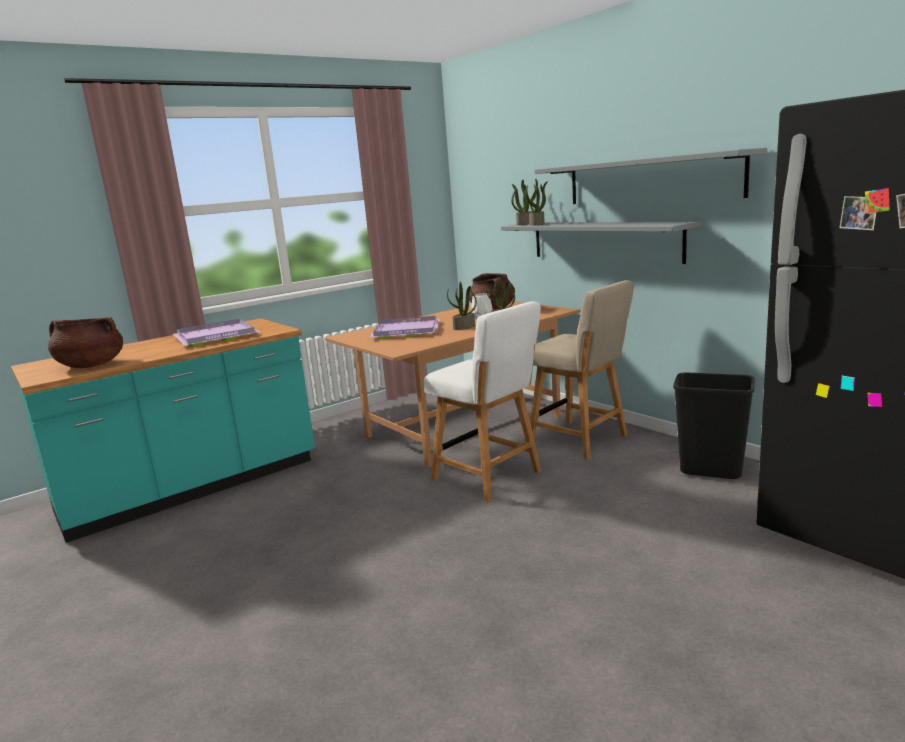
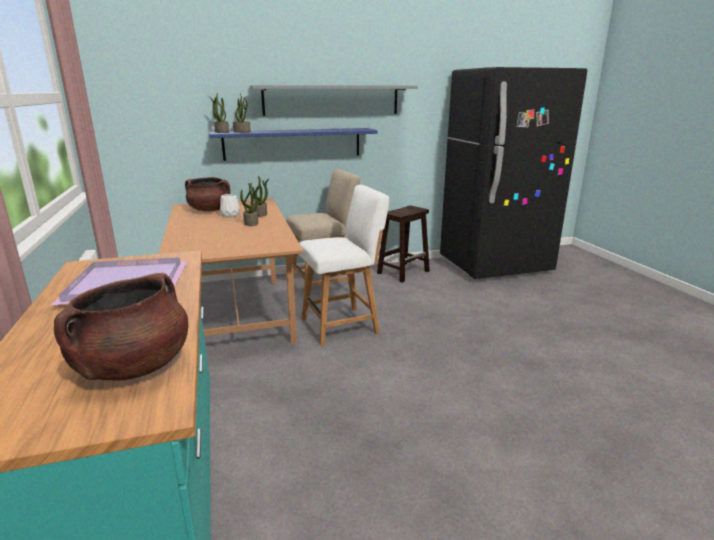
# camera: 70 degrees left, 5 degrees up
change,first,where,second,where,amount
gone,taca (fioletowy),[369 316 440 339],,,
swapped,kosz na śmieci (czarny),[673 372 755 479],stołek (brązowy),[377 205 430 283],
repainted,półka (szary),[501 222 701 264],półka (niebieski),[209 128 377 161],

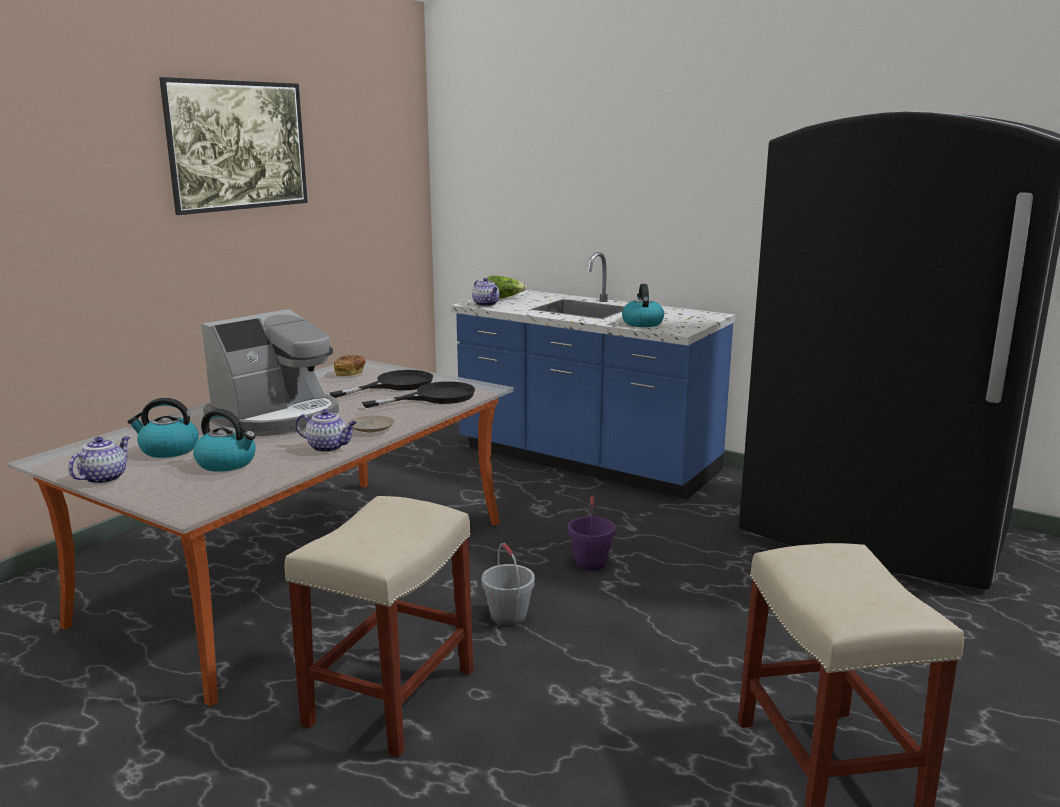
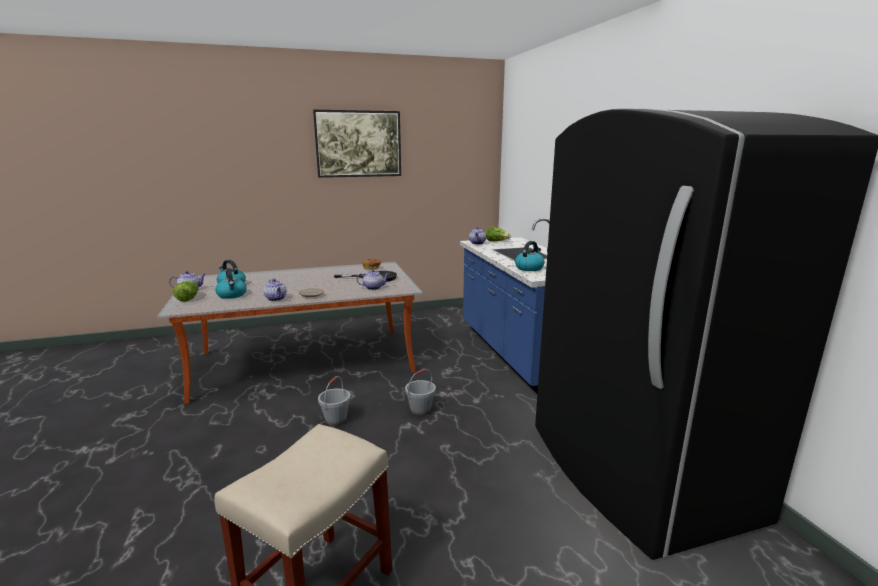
# camera: 40 degrees right, 0 degrees up
change,first,where,second,where,amount
gone,ekspres do kawy,[201 309 339 436],,,
gone,stołek (beżowy),[284 496 474 757],,,
new,,,sałata,[173 281 198 302],
swapped,patelnia (czarny),[362 381 475 408],imbryk,[356 269 389 290],
repainted,wiadro (fioletowy),[568 496 616 570],wiadro (szary),[405 369 436 416],

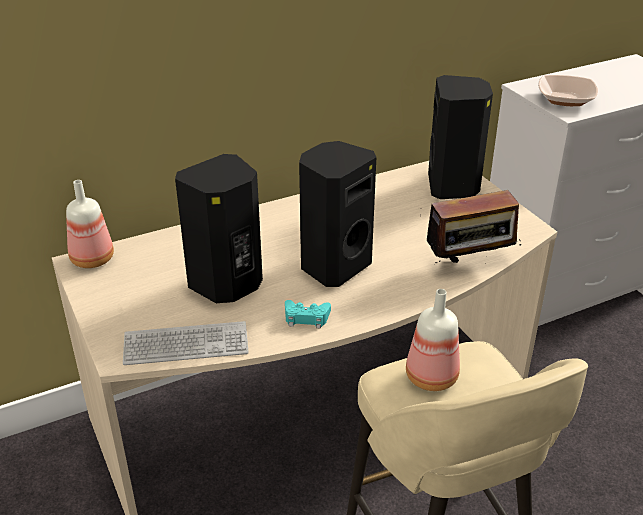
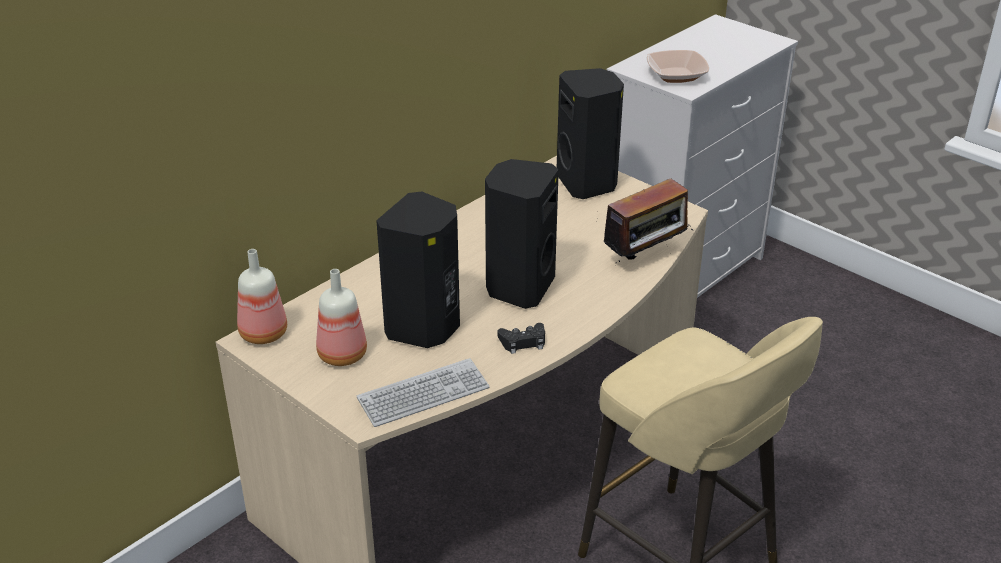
# camera: 20 degrees left, 0 degrees up
change,first,where,second,where,amount
shifted,butelka,[406 289 460 391],,[316 269 367 366],
repainted,pad do gier (turkusowy),[285 300 331 329],pad do gier (czarny),[498 323 545 354],

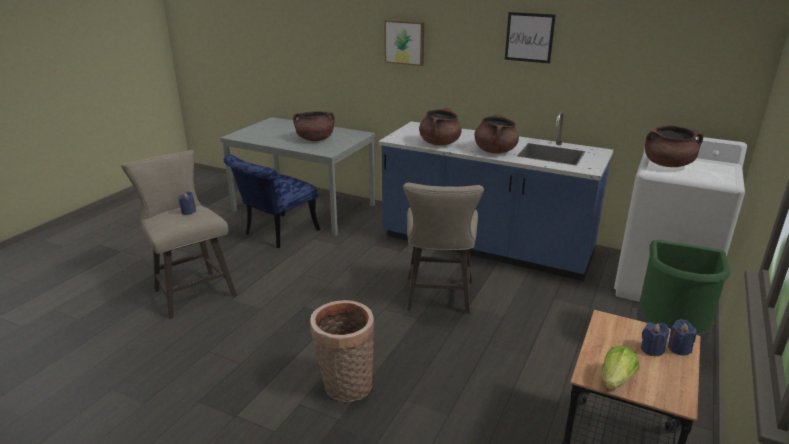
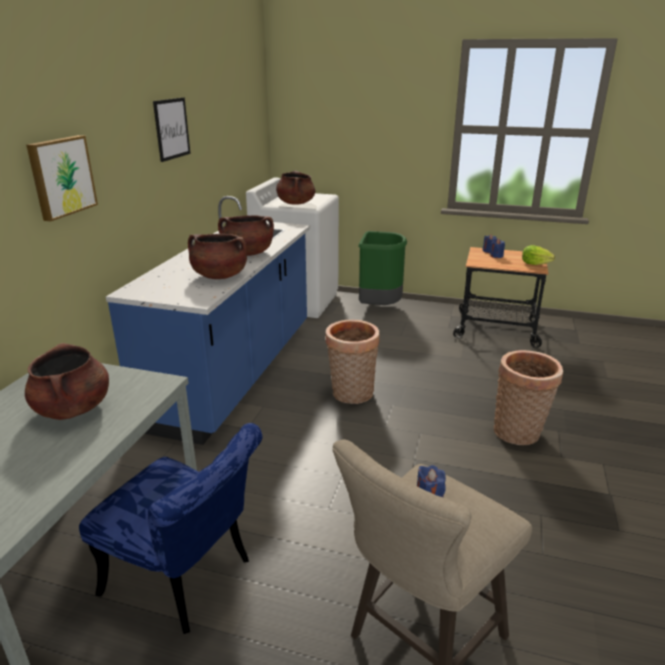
# camera: 100 degrees left, 0 degrees up
change,first,where,second,where,amount
swapped,stołek (beżowy),[403 183 484 314],koszyk,[325 320 380 404],

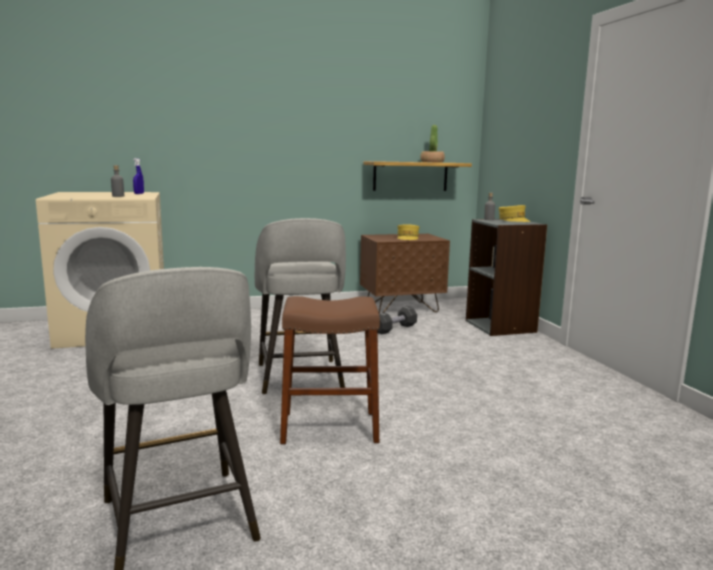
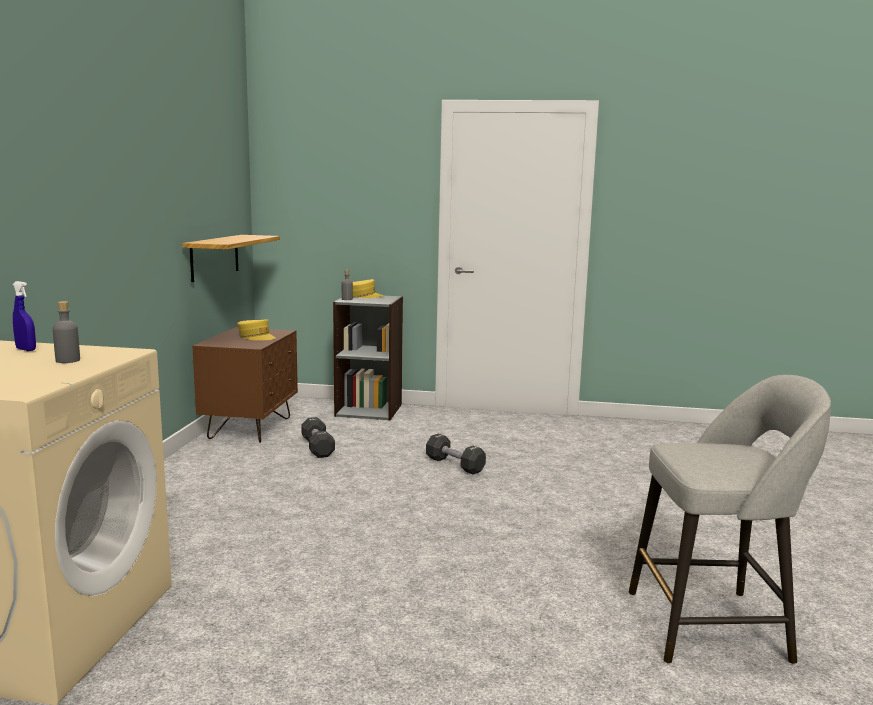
# camera: 65 degrees left, 0 degrees up
change,first,where,second,where,amount
gone,stołek (szary),[255 218 346 394],,,
gone,stołek (brązowy),[280 296 380 444],,,
gone,roślina doniczkowa,[420 125 445 163],,,
new,,,hantel (czarny),[426 434 486 475],

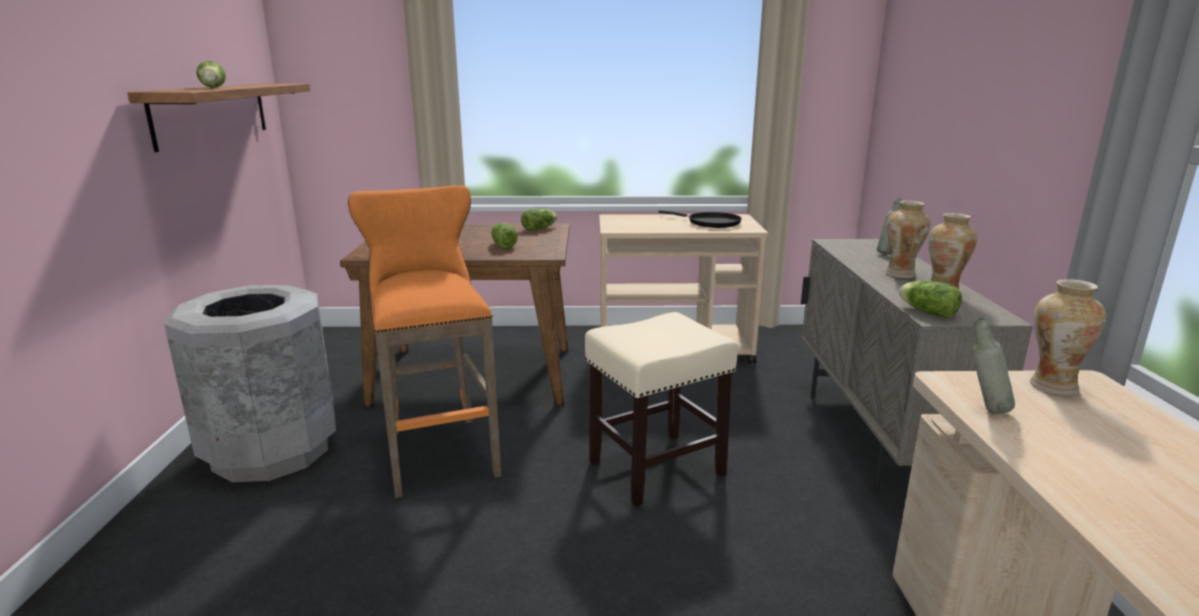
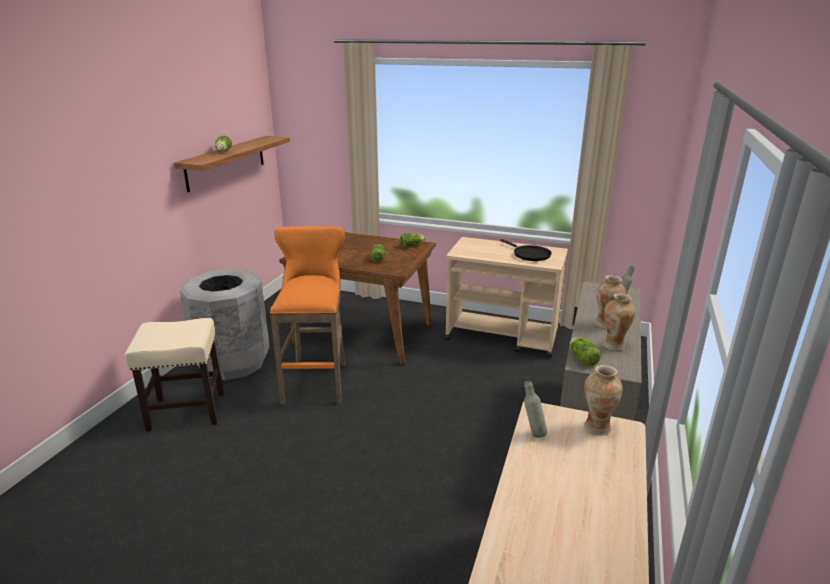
# camera: 20 degrees right, 5 degrees up
change,first,where,second,where,amount
shifted,stołek (beżowy),[585 312 738 507],,[125 318 224 432],

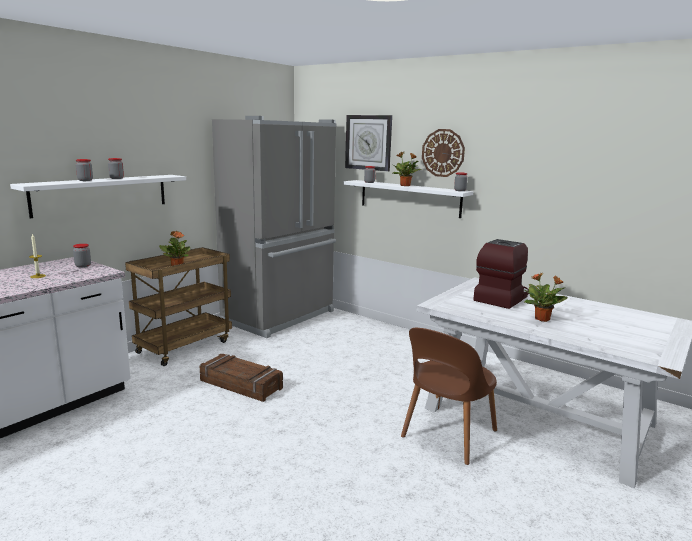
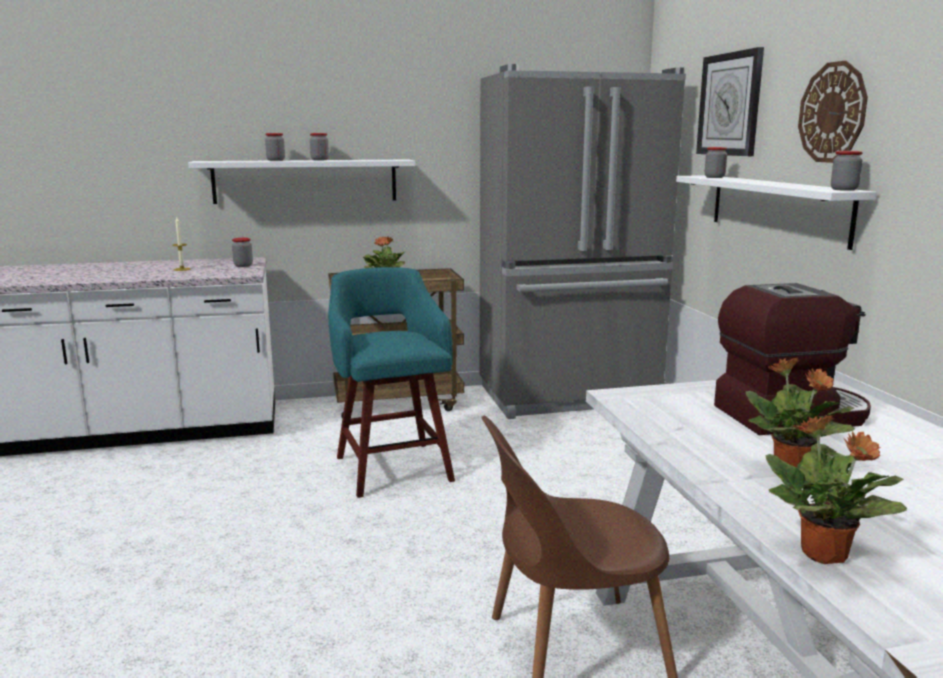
# camera: 40 degrees right, 0 degrees up
change,first,where,second,where,amount
shifted,roślina doniczkowa,[392 152 421 186],,[765 415 907 564],
swapped,skrzynka,[200 354 283 402],stołek (turkusowy),[328 267 455 498],

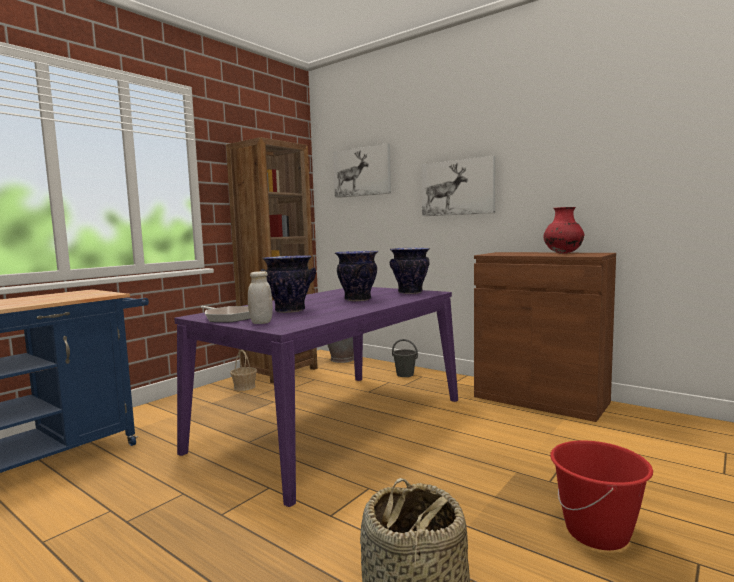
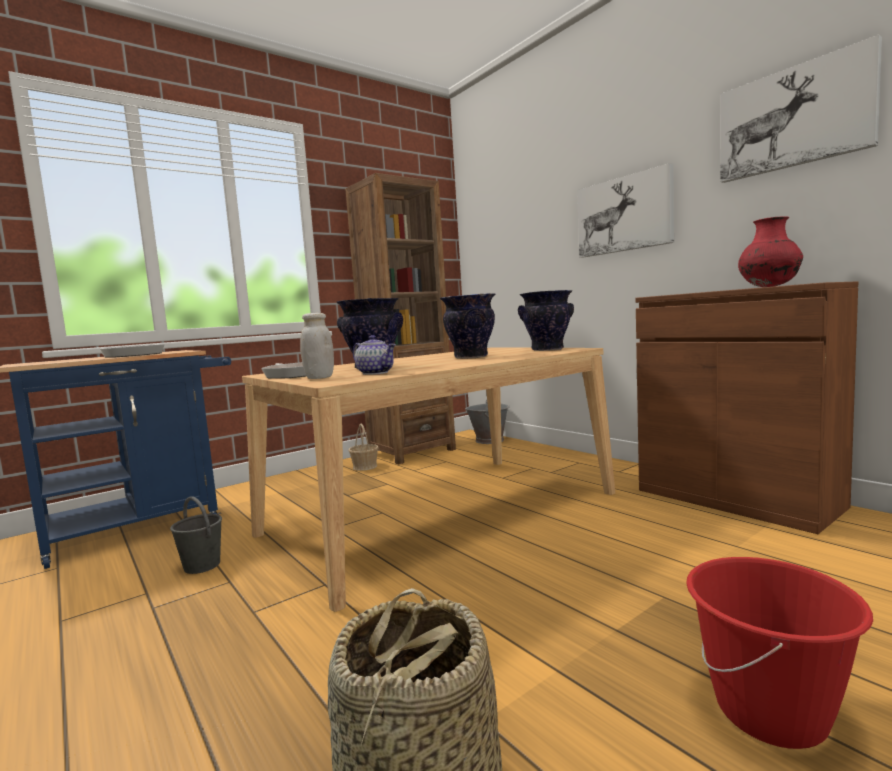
# camera: 15 degrees right, 0 degrees up
change,first,where,second,where,amount
new,,,patelnia,[99 344 165 358],
new,,,imbryk,[353 335 396 375],
shifted,obraz,[333 143 391 198],,[720 34 882 183],
shifted,wiadro (szary),[392 339 418 377],,[170 496 222 574],
repainted,stół jadalny (fioletowy),[174 287 458 507],stół jadalny (beżowy),[242 347 615 612],

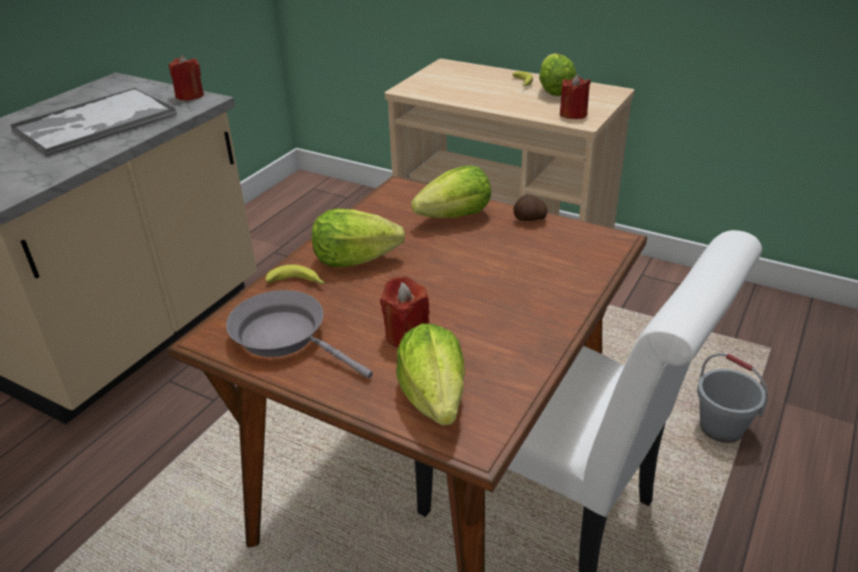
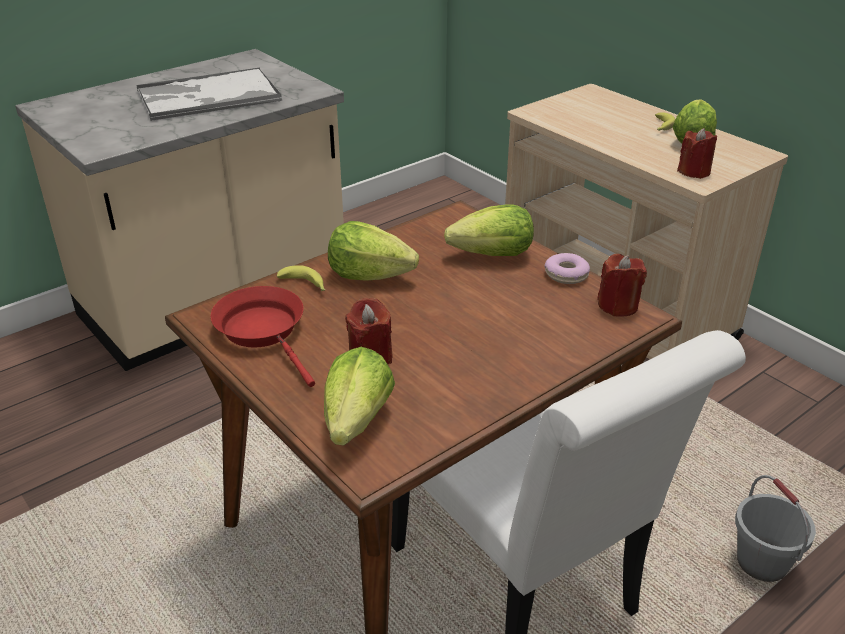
# camera: 20 degrees right, 0 degrees up
change,first,where,second,where,amount
shifted,świeca (czerwony),[169 55 204 101],,[597 254 647 317],
swapped,ziemniak,[514 195 548 221],donut,[545 253 590 284],
repainted,patelnia (szary),[226 290 373 378],patelnia (czerwony),[210 286 315 387],

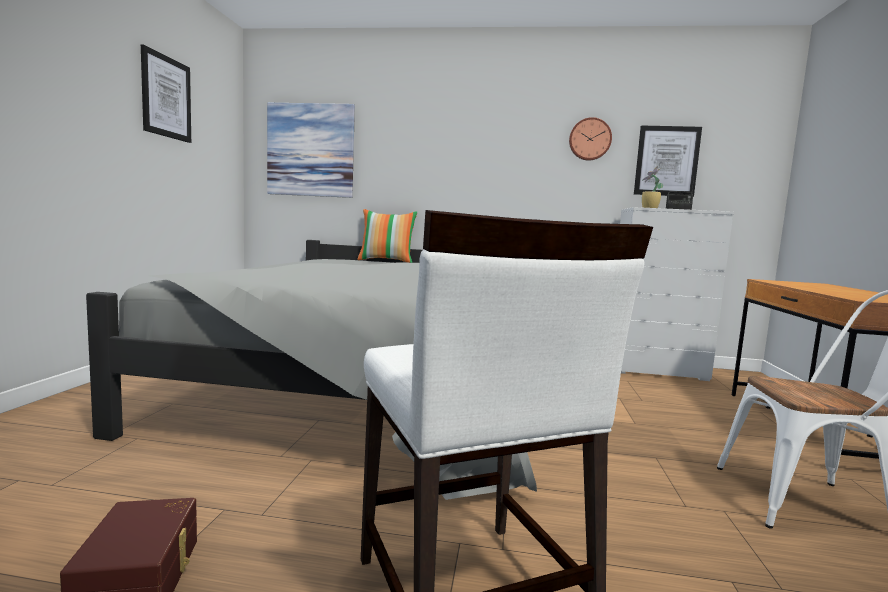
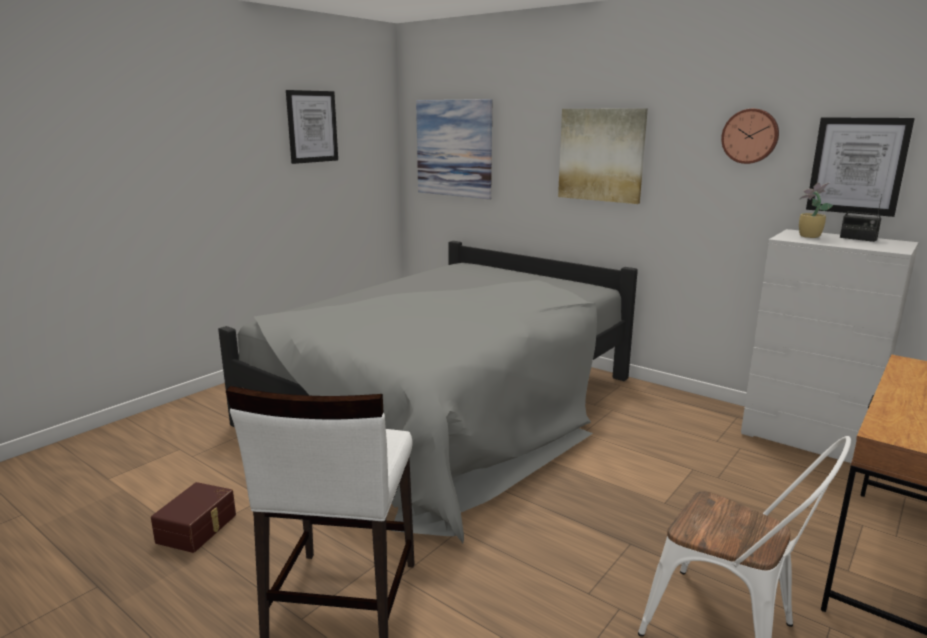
# camera: 30 degrees right, 10 degrees up
change,first,where,second,where,amount
gone,poduszka,[358 209 417 263],,,
new,,,obraz,[558 109 648 204],

